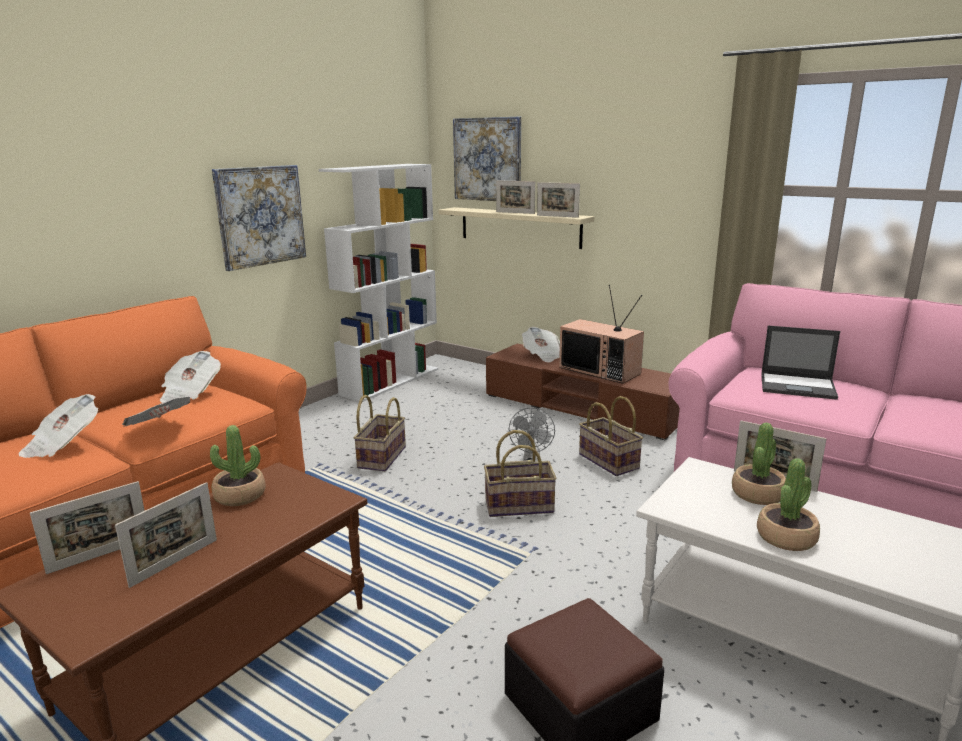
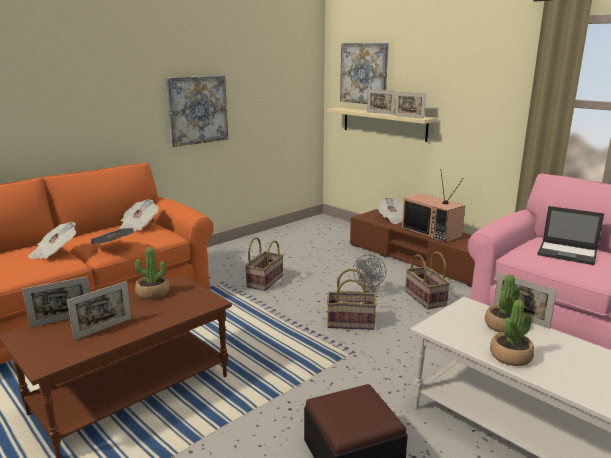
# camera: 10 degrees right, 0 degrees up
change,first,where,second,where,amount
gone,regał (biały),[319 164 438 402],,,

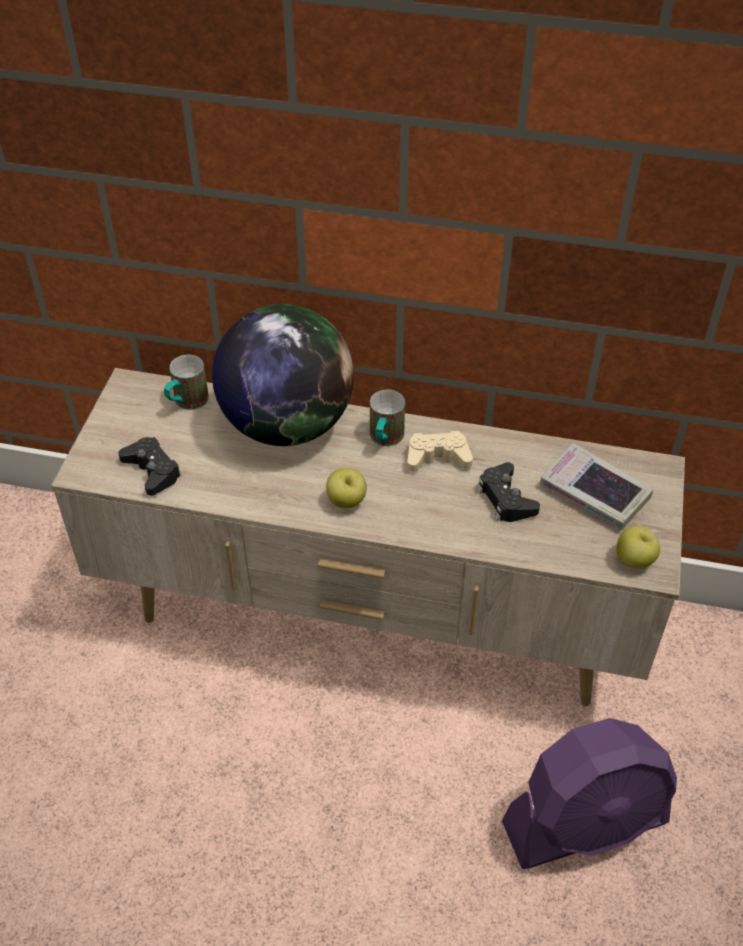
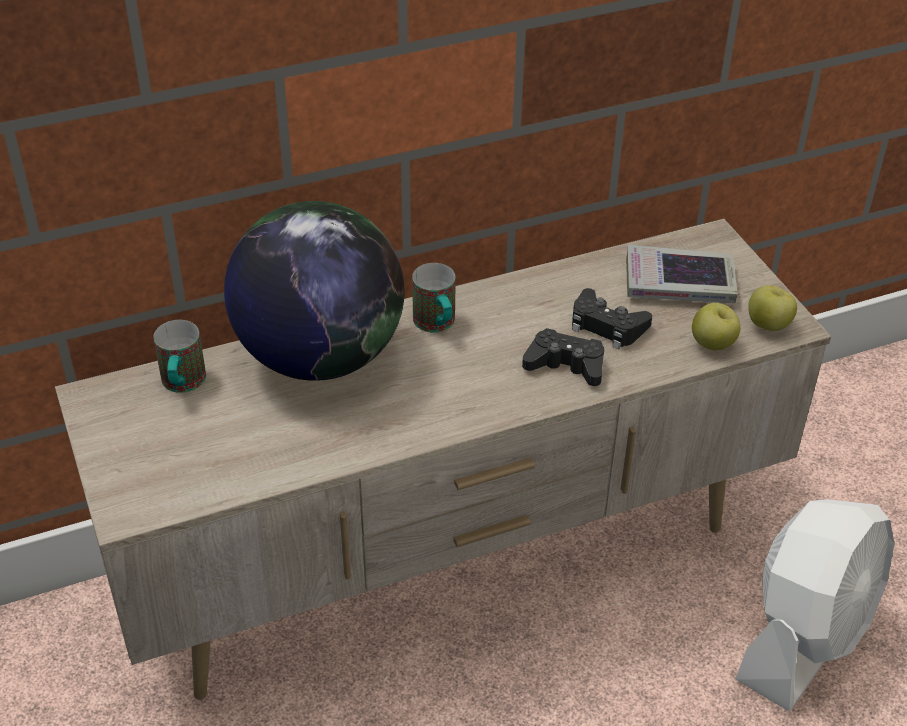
# camera: 35 degrees left, 5 degrees down
change,first,where,second,where,amount
gone,pad do gier (beżowy),[407 431 473 472],,,
shifted,pad do gier (czarny),[118 437 181 496],,[522 328 604 386],
shifted,jabłko,[326 468 367 508],,[692 303 740 351],
repainted,wentylator (fioletowy),[502 718 677 869],wentylator (biały),[735 499 895 711],

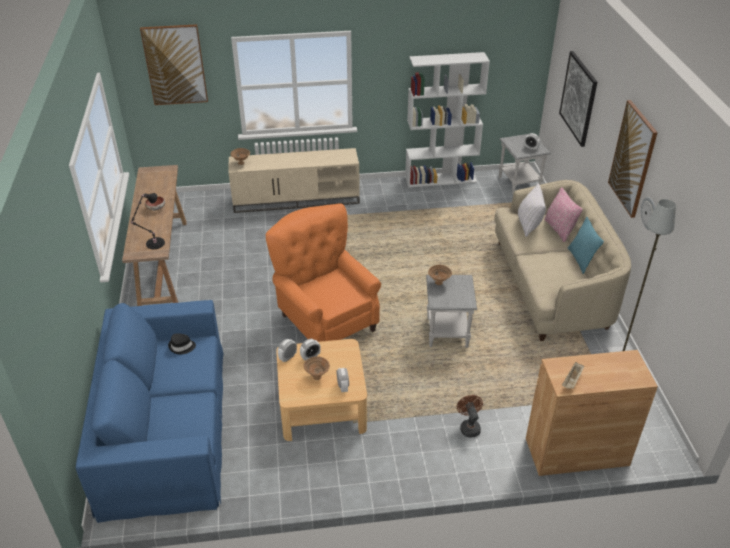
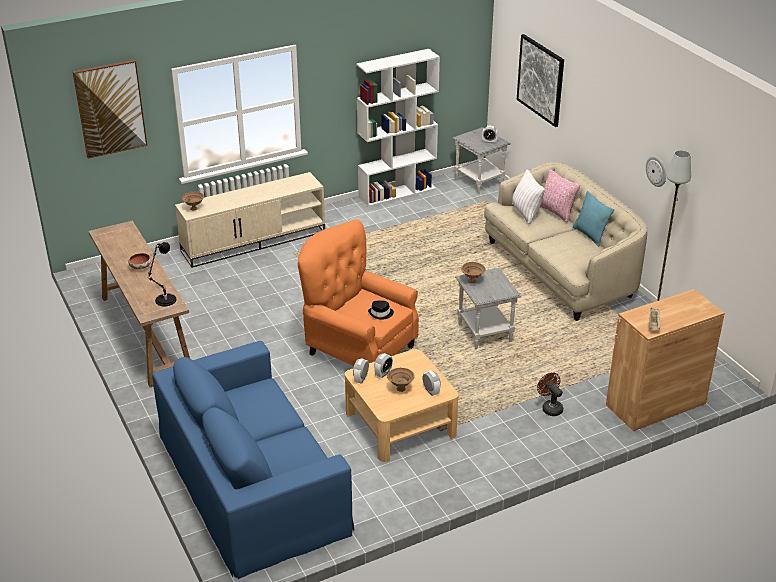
# camera: 20 degrees left, 5 degrees down
change,first,where,second,where,amount
gone,obraz,[608 100 658 218],,,
shifted,kapelusz (czarny),[168 333 196 354],,[368 300 394 320],

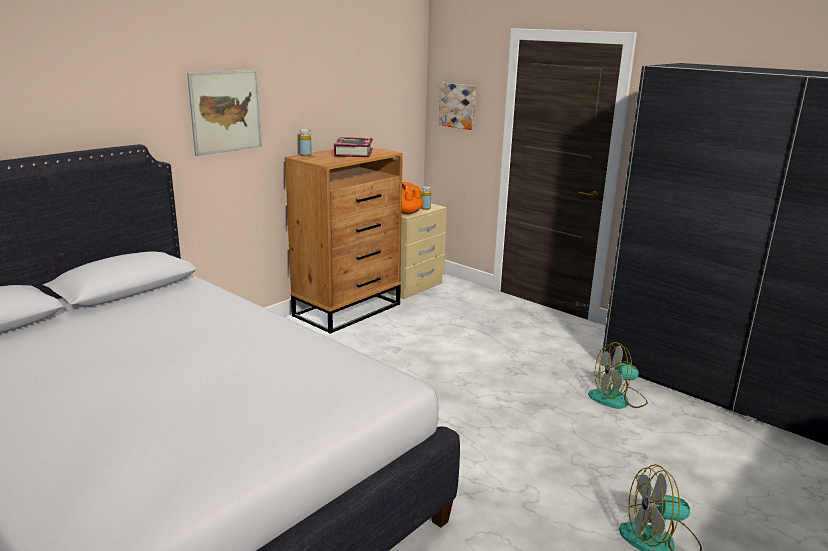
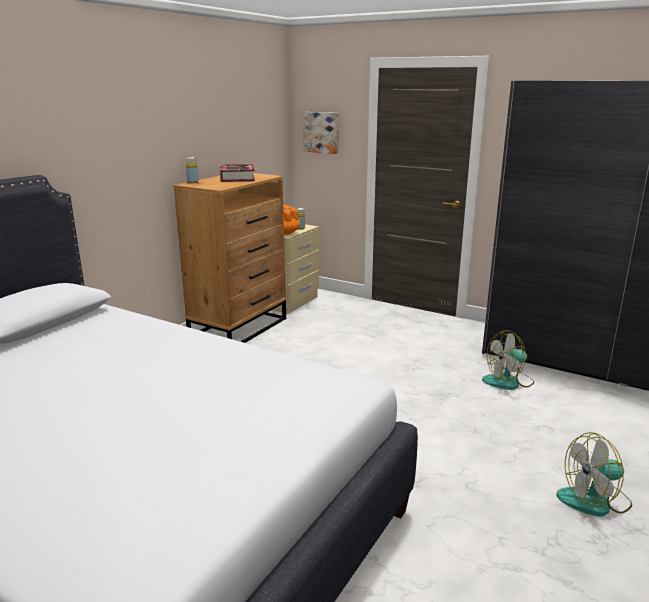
# camera: 10 degrees left, 0 degrees up
change,first,where,second,where,amount
gone,obraz,[187 70 262 156],,,

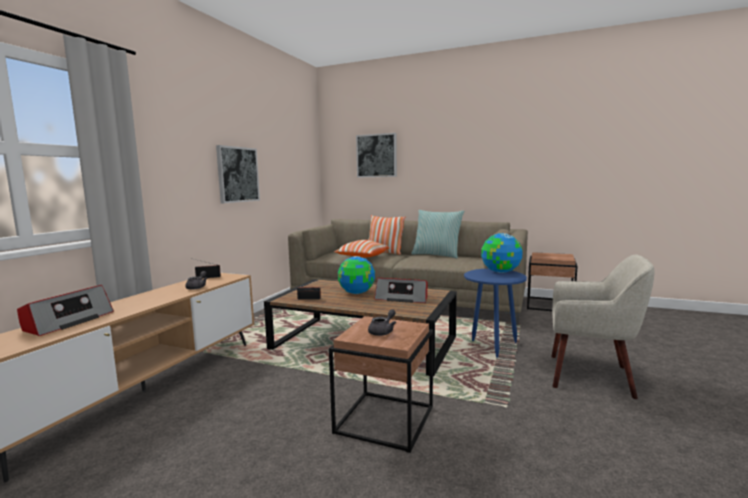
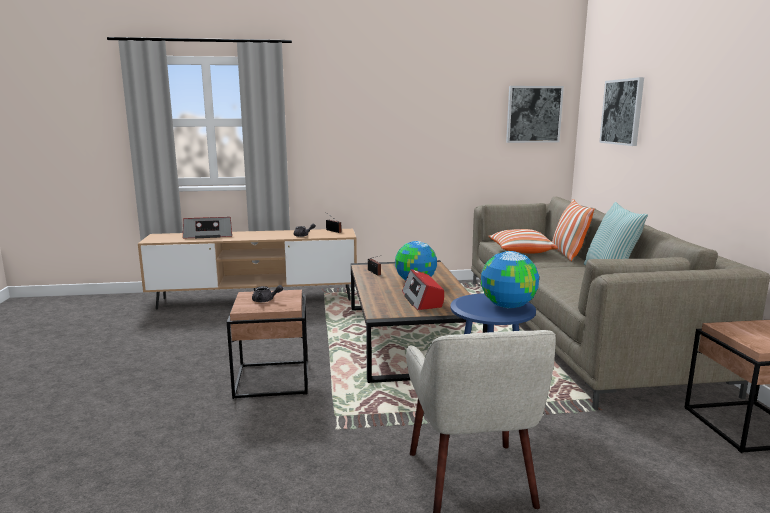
# camera: 60 degrees right, 5 degrees up
change,first,where,second,where,amount
shifted,obraz,[216 145 260 203],,[506 86 564 143],

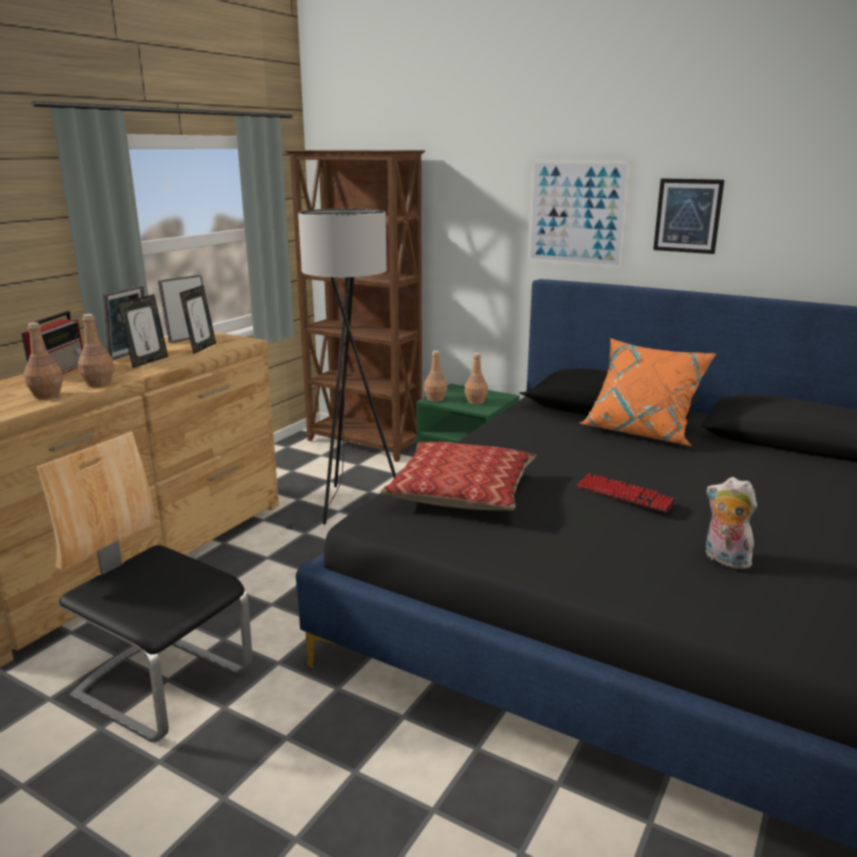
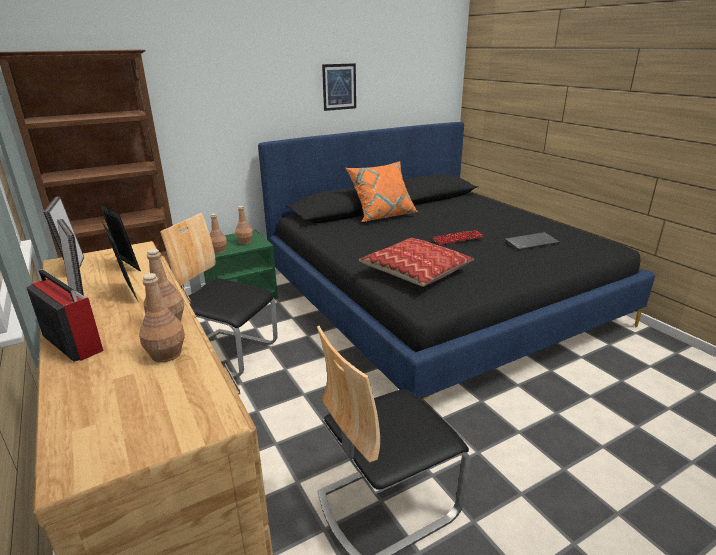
# camera: 60 degrees left, 5 degrees up
change,first,where,second,where,amount
gone,obraz,[527 160 632 269],,,
swapped,lampa stojąca (szary),[285 209 396 529],krzesło,[160 213 278 378],
swapped,pluszak,[706 477 757 569],klawiatura,[504 232 560 250],

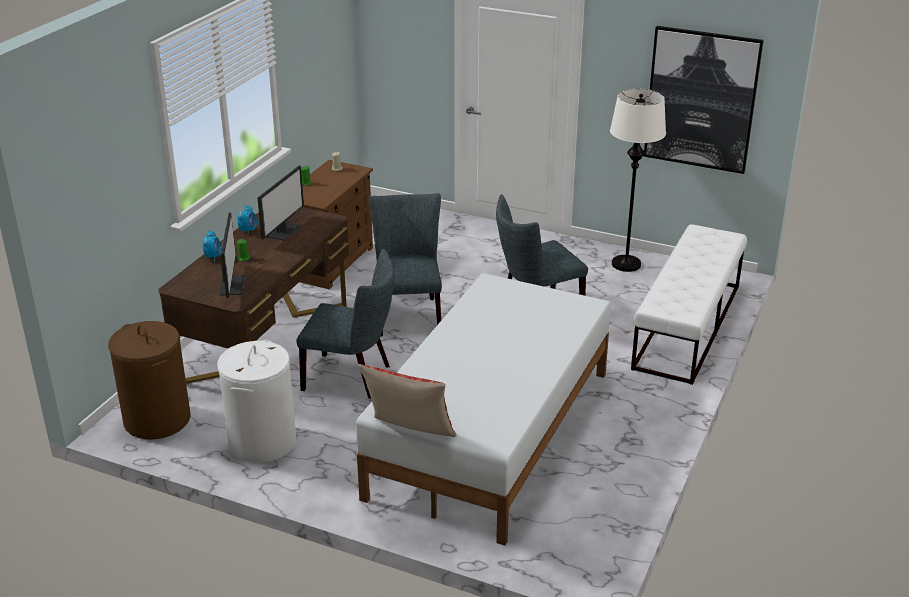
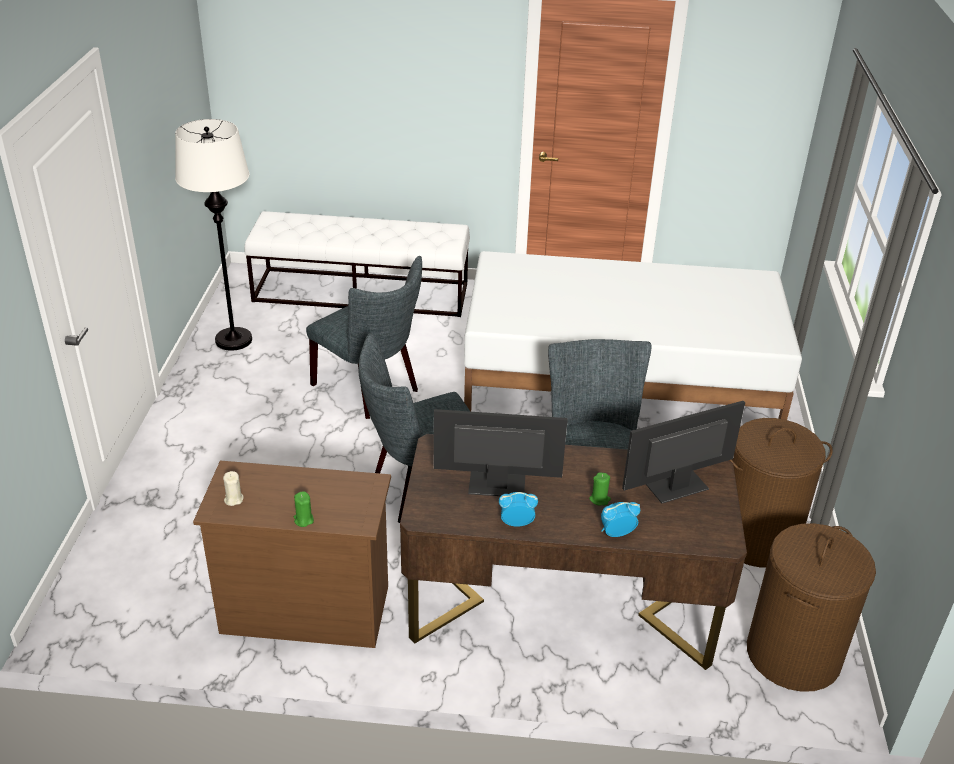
# camera: 110 degrees left, 5 degrees up
change,first,where,second,where,amount
gone,poduszka,[358 364 456 437],,,
gone,obraz,[644 26 764 174],,,
repainted,kosz na pranie (biały),[217 340 296 463],kosz na pranie (brązowy),[729 418 833 568],

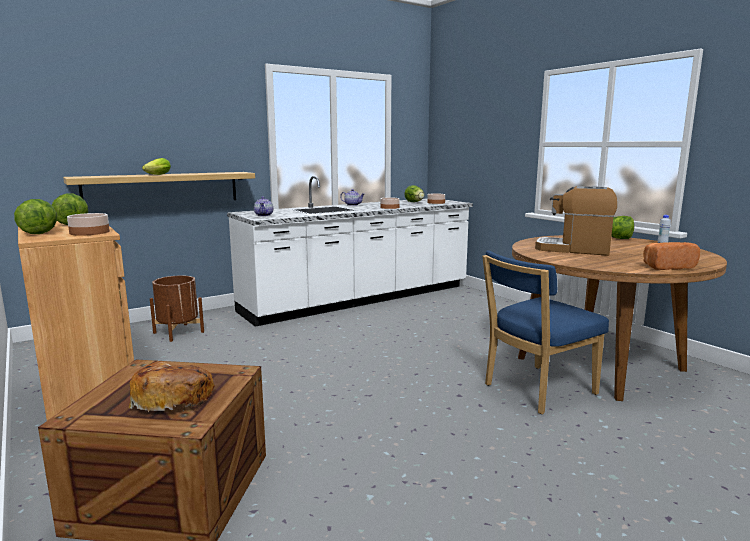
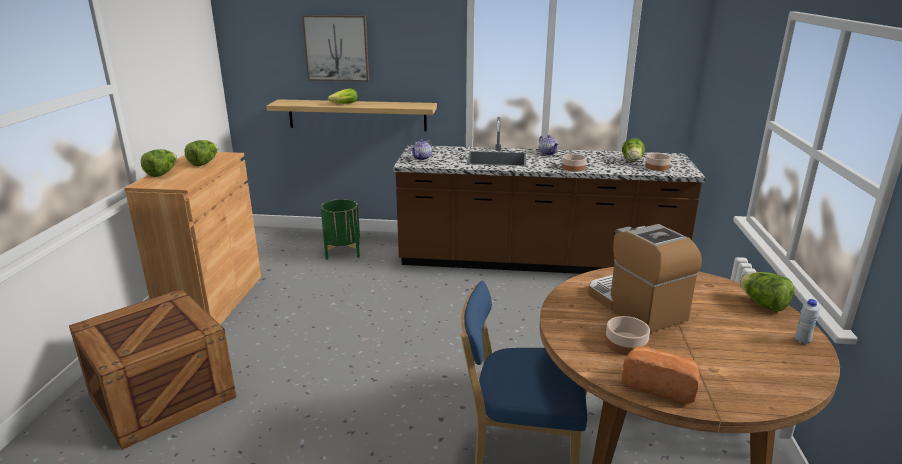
# camera: 40 degrees right, 10 degrees up
change,first,where,second,where,amount
gone,chleb,[128 361 215 413],,,
new,,,obraz,[302 15 369 82],
shifted,miska,[67 213 110 236],,[605 316 650 355],
repainted,donica (brązowy),[150 275 204 342],donica (zielony),[321 199 360 260],
repainted,zabudowa kuchenna (biały),[227 176 473 327],zabudowa kuchenna (brązowy),[393 117 706 274],

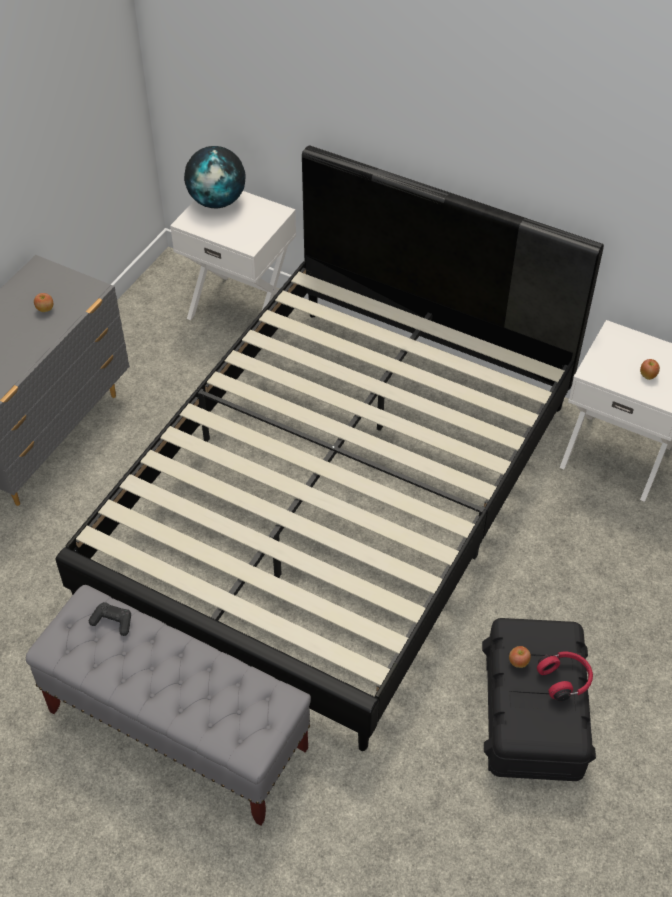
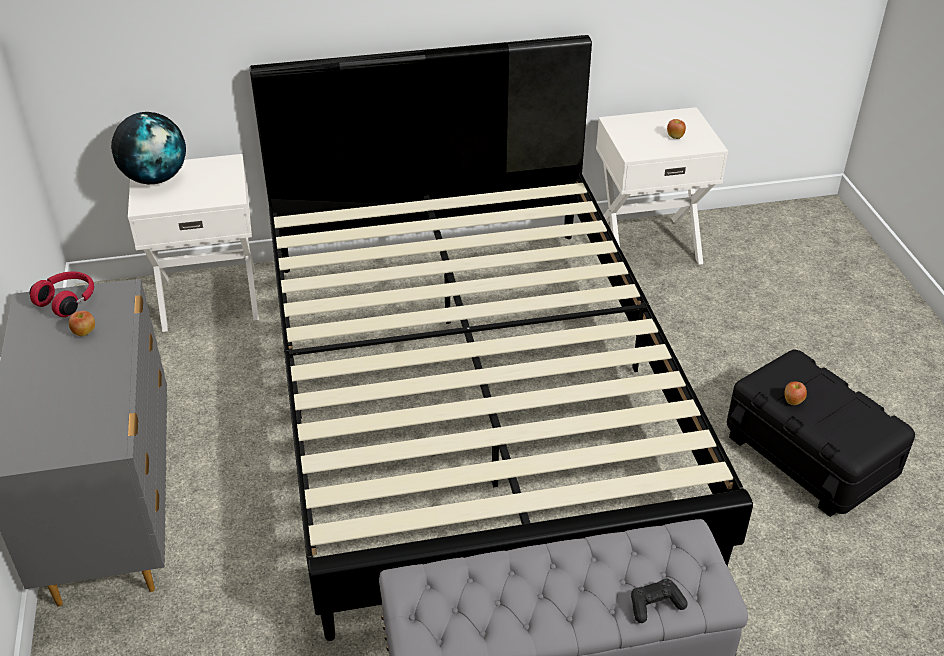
# camera: 40 degrees left, 10 degrees down
change,first,where,second,where,amount
shifted,pad do gier (czarny),[89 602 131 636],,[631 579 688 623],
shifted,słuchawki (czerwony),[537 652 593 701],,[29 271 94 317],

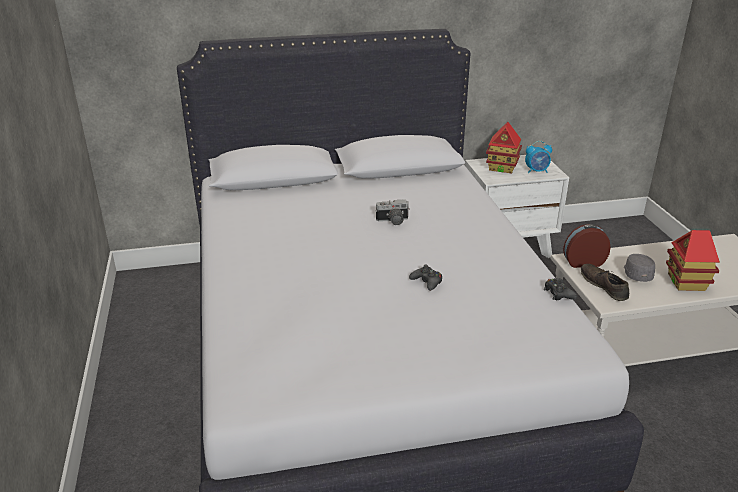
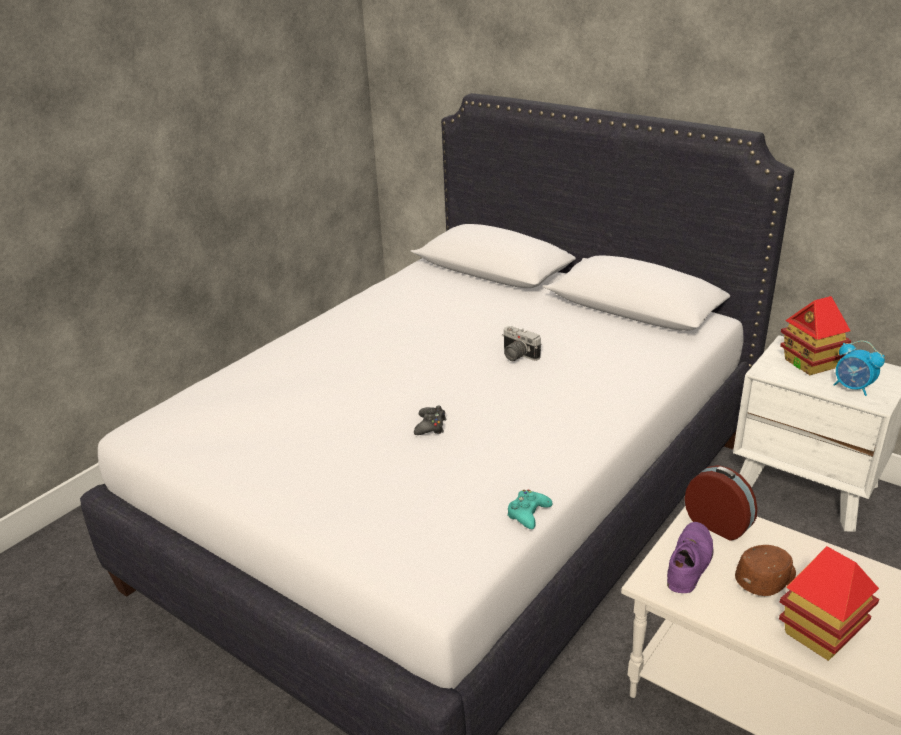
# camera: 50 degrees right, 0 degrees up
change,first,where,second,where,amount
repainted,pad do gier (czarny),[544 278 577 301],pad do gier (turkusowy),[507 490 552 529],
repainted,but (brązowy),[581 264 629 301],but (fioletowy),[667 522 713 593],
repainted,czapka z daszkiem (szary),[624 254 655 282],czapka z daszkiem (brązowy),[735 545 796 596],

